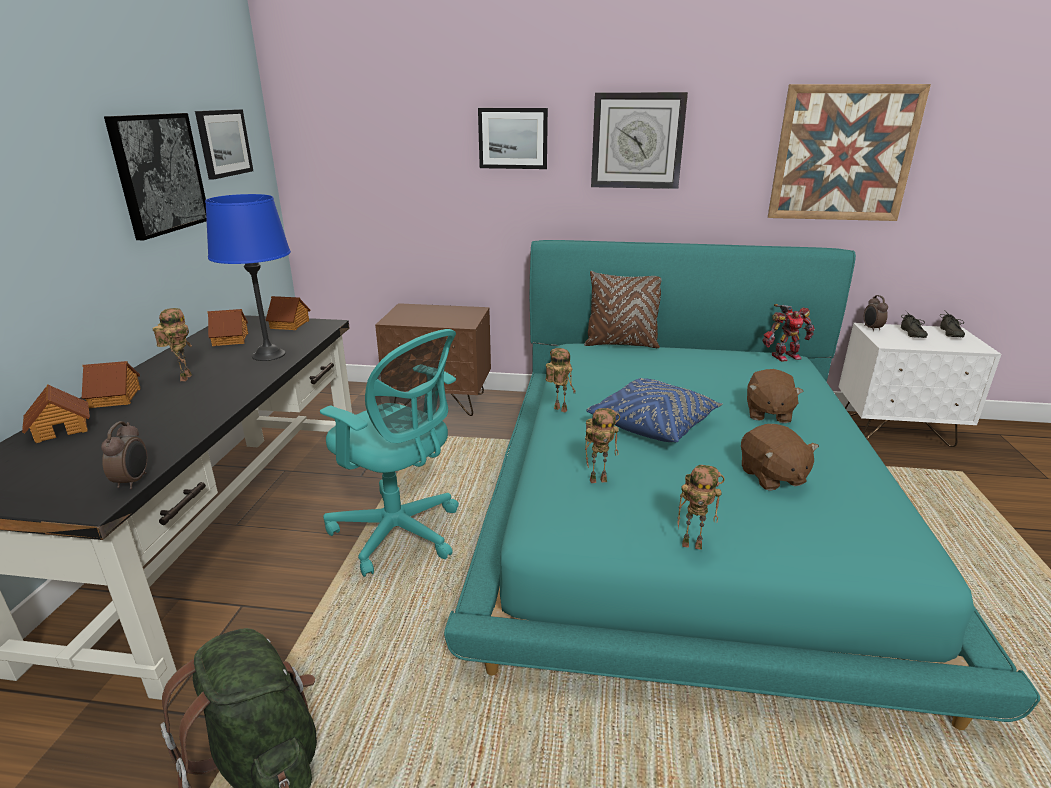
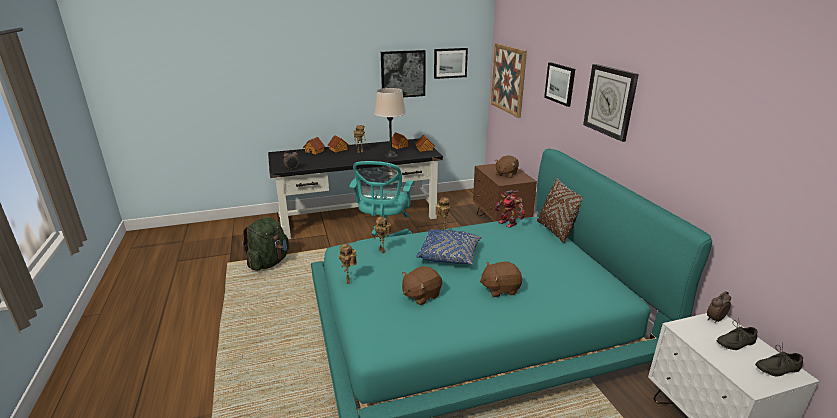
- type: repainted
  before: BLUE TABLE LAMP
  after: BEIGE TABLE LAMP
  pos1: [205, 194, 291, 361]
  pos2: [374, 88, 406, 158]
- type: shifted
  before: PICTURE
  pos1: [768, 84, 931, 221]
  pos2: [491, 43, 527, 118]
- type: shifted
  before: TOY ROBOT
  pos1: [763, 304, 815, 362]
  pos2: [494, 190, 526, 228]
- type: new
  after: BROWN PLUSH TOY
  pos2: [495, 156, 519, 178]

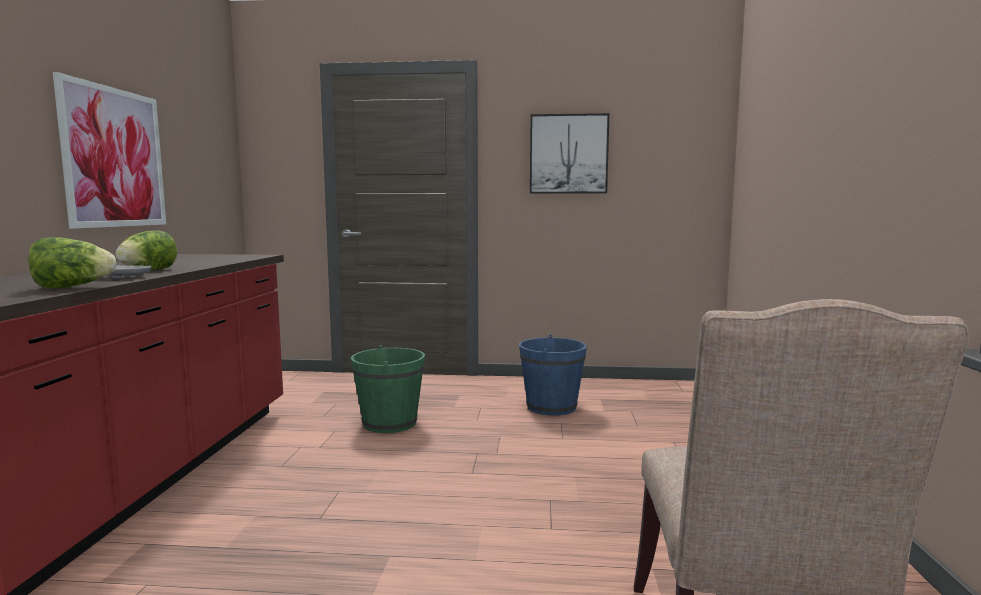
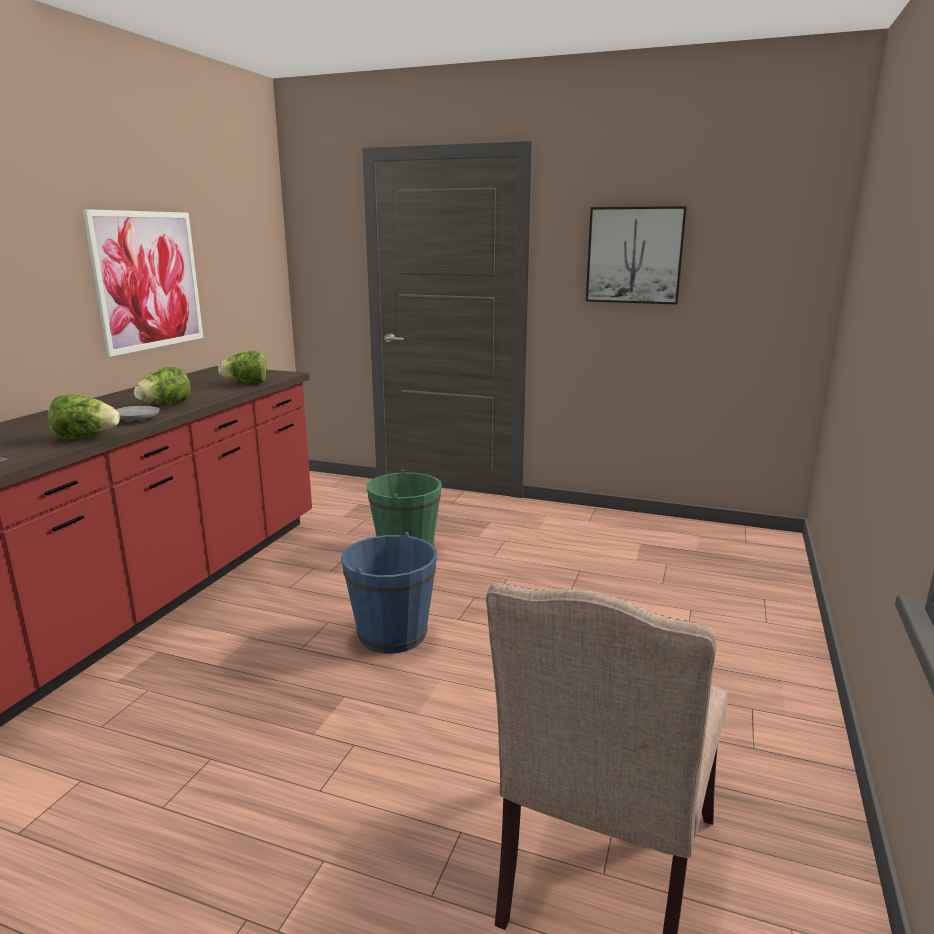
- type: new
  after: LETTUCE
  pos2: [218, 351, 267, 384]
- type: shifted
  before: BLUE BUCKET
  pos1: [519, 335, 587, 416]
  pos2: [341, 532, 437, 654]

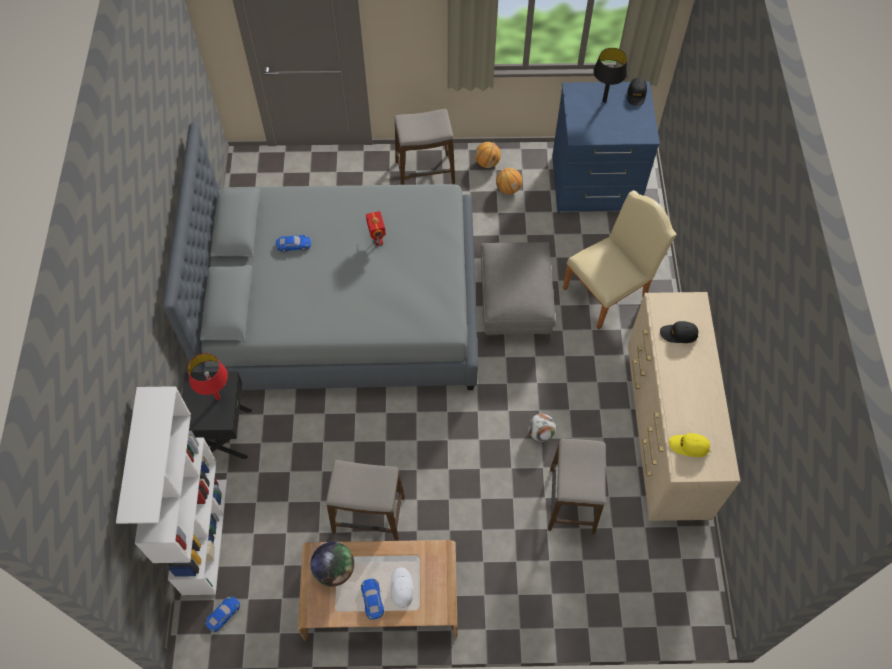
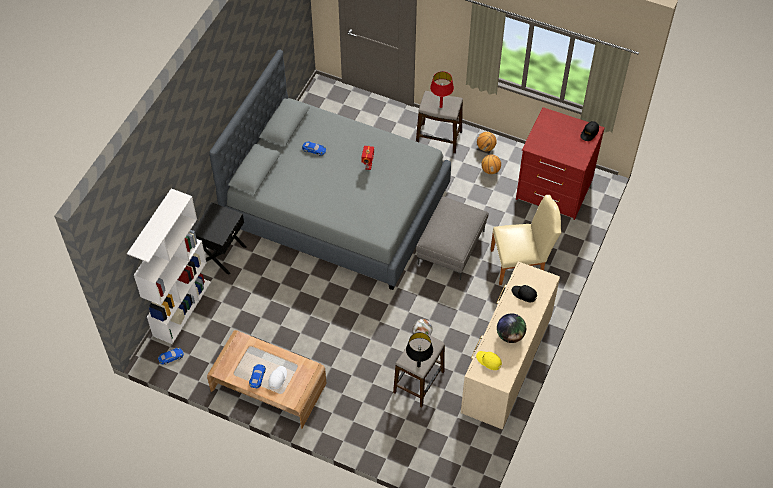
- type: shifted
  before: BLACK TABLE LAMP
  pos1: [593, 48, 627, 103]
  pos2: [406, 332, 433, 368]
- type: shifted
  before: RED TABLE LAMP
  pos1: [188, 353, 228, 400]
  pos2: [430, 71, 454, 108]
- type: shifted
  before: GLOBE
  pos1: [311, 542, 354, 586]
  pos2: [497, 313, 526, 343]
- type: repainted
  before: BLUE DRESSER
  after: RED DRESSER
  pos1: [552, 81, 660, 214]
  pos2: [516, 107, 605, 220]
- type: gone
  before: STOOL
  pos1: [326, 460, 405, 541]

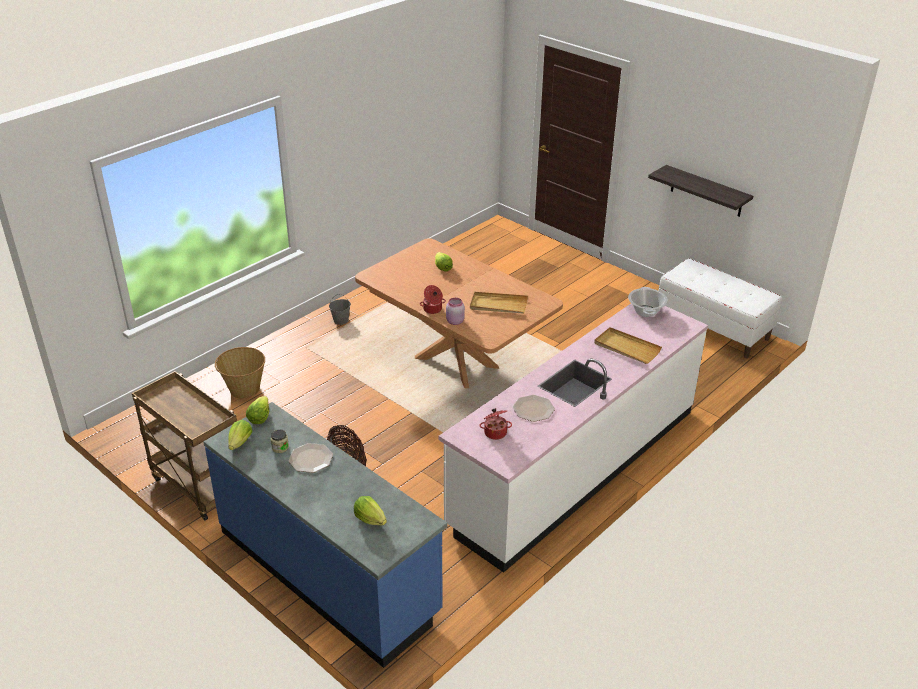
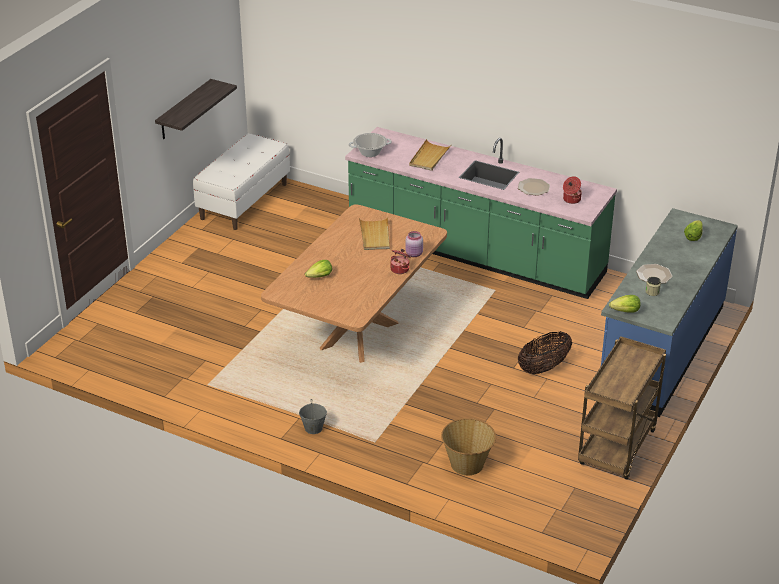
- type: repainted
  before: WHITE COUNTER
  after: GREEN COUNTER
  pos1: [439, 303, 708, 573]
  pos2: [345, 127, 617, 299]
- type: gone
  before: LETTUCE
  pos1: [228, 420, 253, 450]

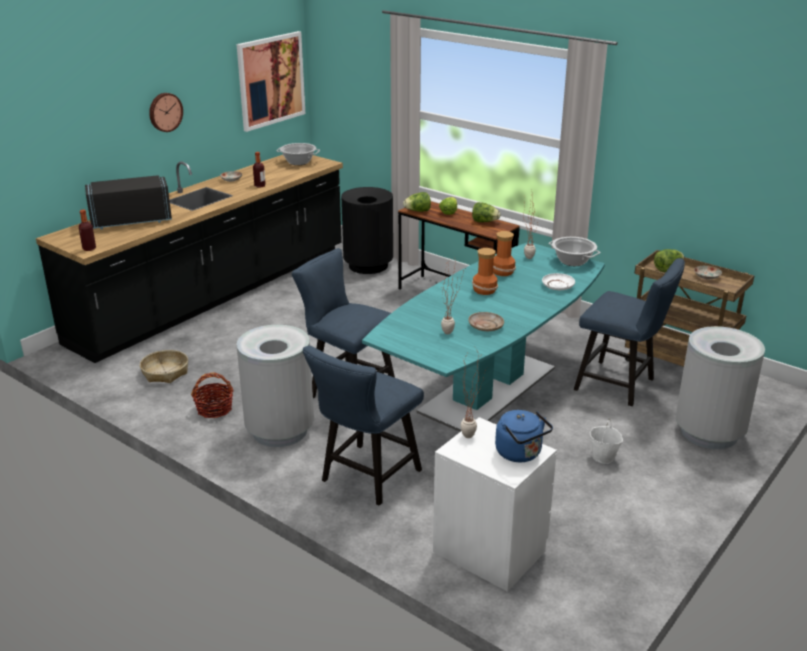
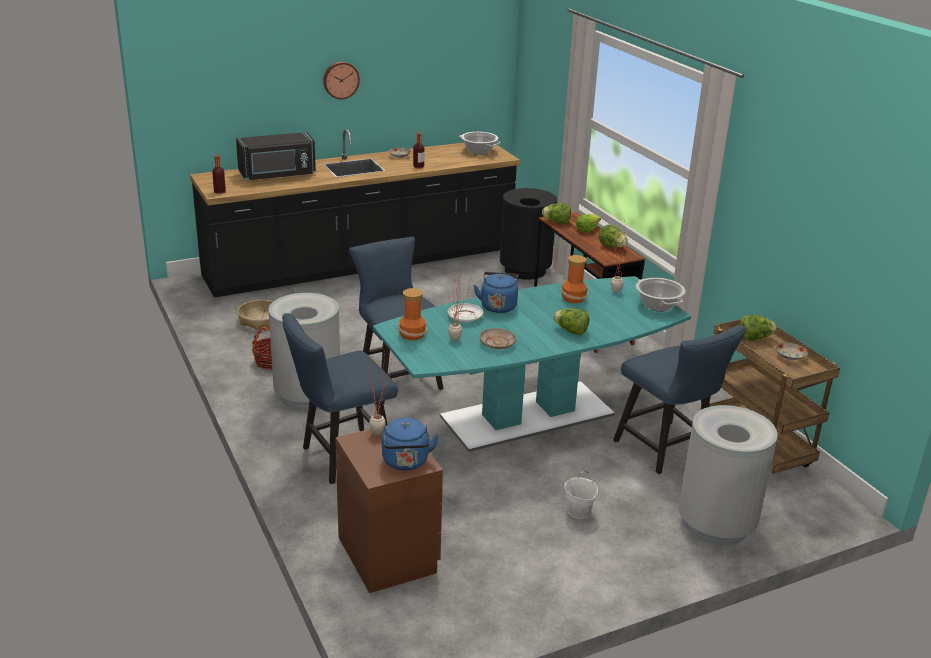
- type: rotated
  before: BLACK MICROWAVE
  pos1: [85, 175, 172, 230]
  pos2: [236, 132, 316, 180]
  turn: 150
- type: repainted
  before: WHITE NIGHTSTAND
  after: BROWN NIGHTSTAND
  pos1: [433, 417, 557, 592]
  pos2: [335, 425, 443, 593]
- type: shifted
  before: VASE
  pos1: [472, 248, 498, 295]
  pos2: [398, 288, 427, 340]
- type: shifted
  before: WHITE PLATE
  pos1: [542, 273, 575, 290]
  pos2: [448, 303, 483, 323]
- type: new
  after: BLUE KETTLE
  pos2: [473, 272, 518, 313]
- type: new
  after: LETTUCE
  pos2: [553, 308, 590, 335]
- type: gone
  before: PICTURE
  pos1: [236, 31, 305, 132]

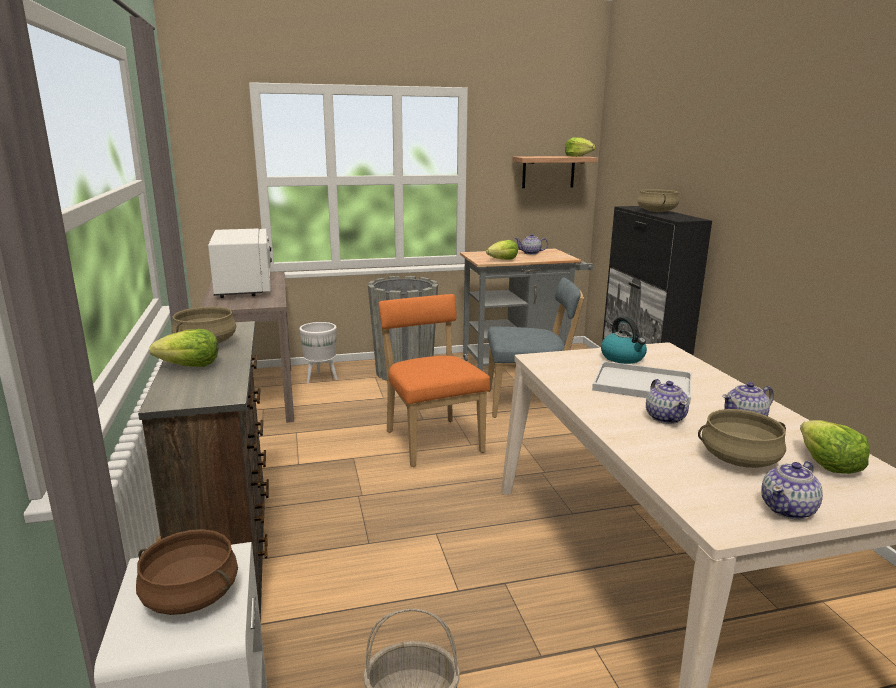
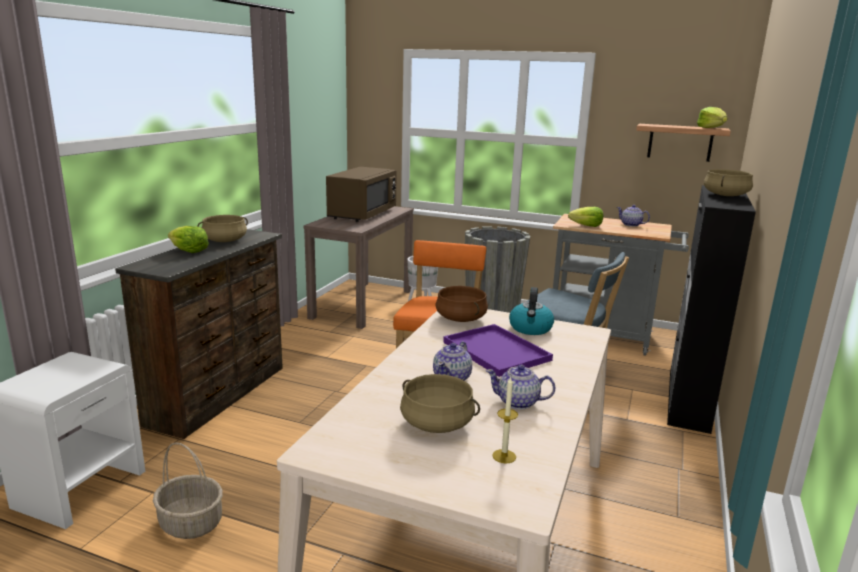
- type: repainted
  before: WHITE MICROWAVE
  after: BROWN MICROWAVE
  pos1: [208, 229, 272, 298]
  pos2: [326, 167, 397, 222]
- type: shifted
  before: BROWN COOKING POT
  pos1: [136, 529, 238, 615]
  pos2: [435, 286, 488, 322]
- type: repainted
  before: WHITE TRAY
  after: PURPLE TRAY
  pos1: [592, 361, 692, 404]
  pos2: [443, 324, 553, 377]
- type: swapped
  before: LETTUCE
  after: CANDLE
  pos1: [800, 420, 870, 474]
  pos2: [492, 376, 518, 463]
- type: gone
  before: TEAPOT
  pos1: [762, 461, 823, 520]

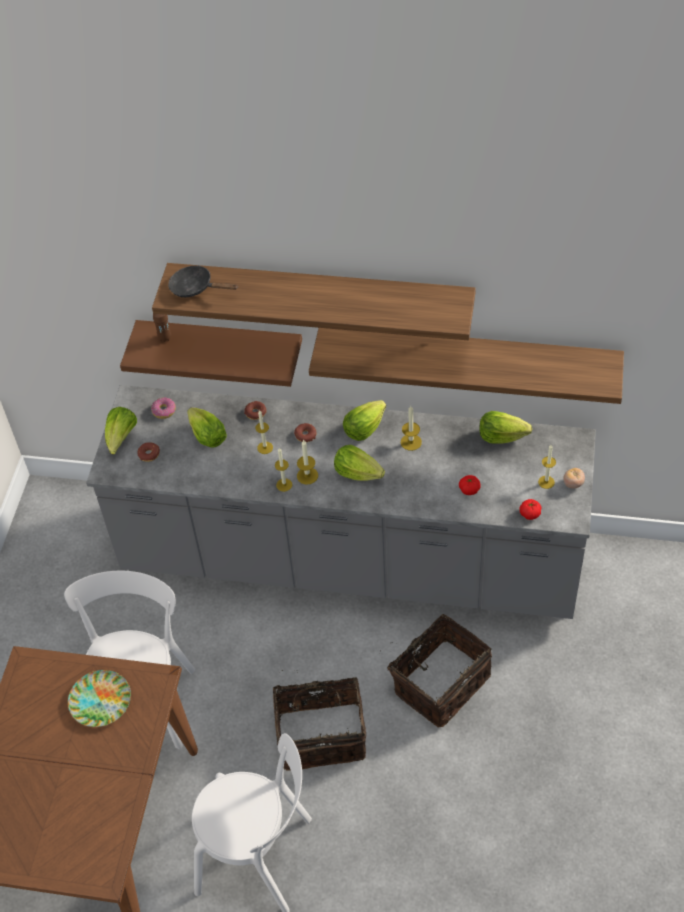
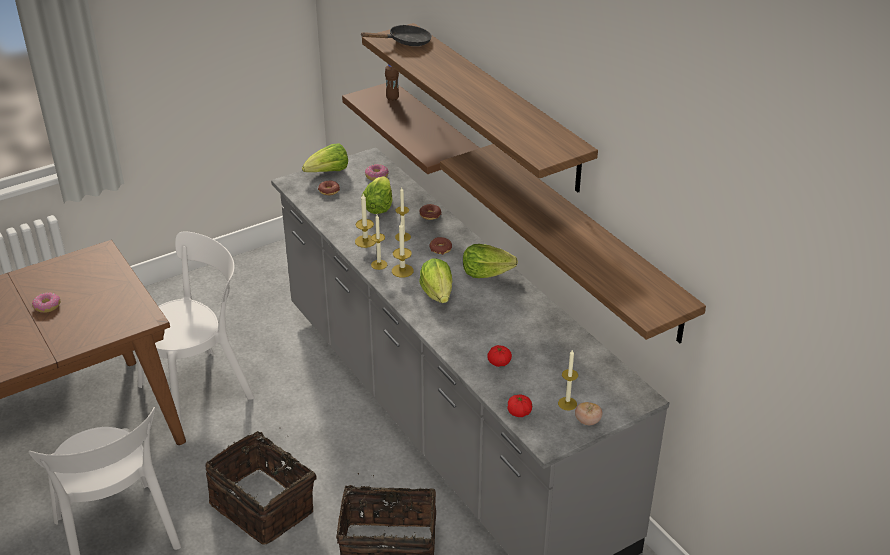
- type: new
  after: DONUT
  pos2: [32, 292, 61, 313]
- type: shifted
  before: CANDLE
  pos1: [401, 406, 422, 451]
  pos2: [355, 194, 376, 248]
- type: rotated
  before: BLACK FRYING PAN
  pos1: [168, 265, 238, 297]
  pos2: [360, 25, 432, 46]
  turn: 90
- type: gone
  before: PLATE
  pos1: [68, 670, 131, 727]
- type: gone
  before: LETTUCE
  pos1: [479, 411, 532, 444]

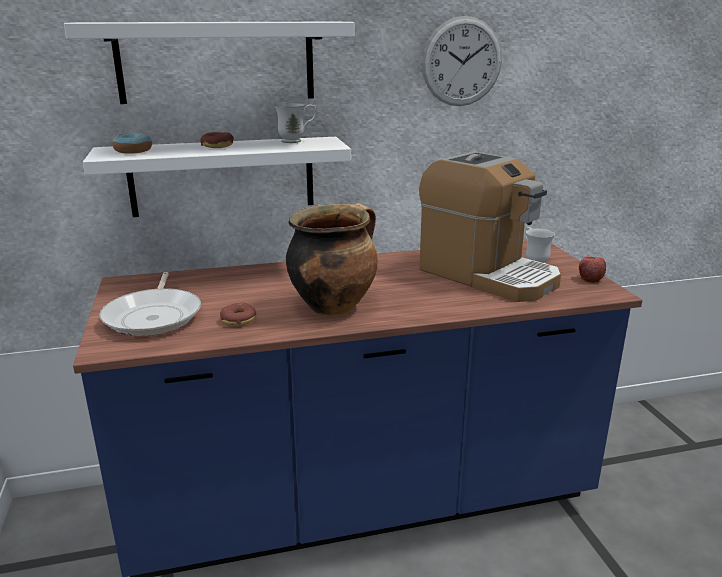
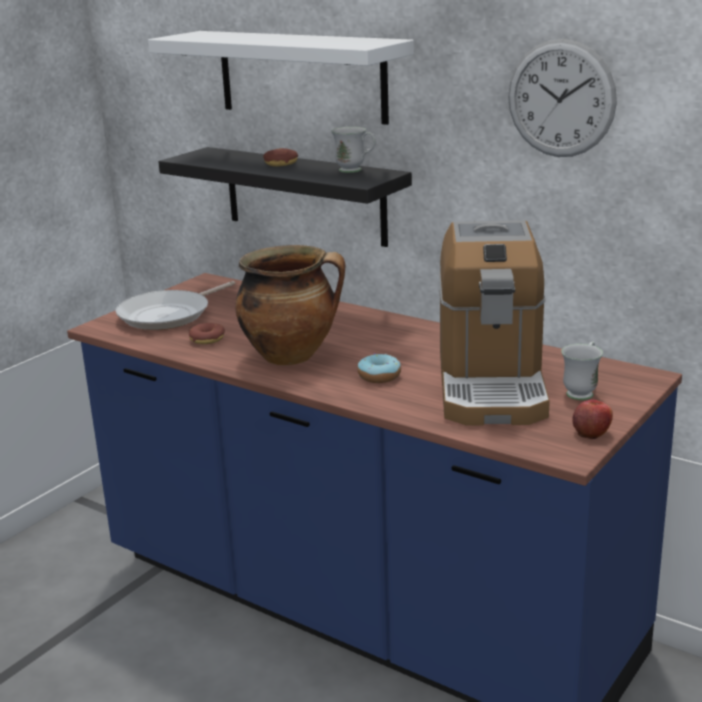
- type: repainted
  before: WHITE SHELF
  after: BLACK SHELF
  pos1: [83, 137, 351, 217]
  pos2: [158, 147, 412, 247]
- type: shifted
  before: DONUT
  pos1: [112, 133, 152, 154]
  pos2: [357, 354, 401, 383]

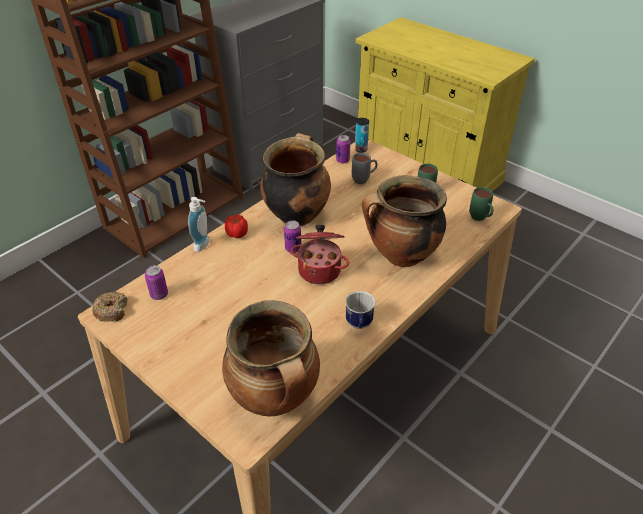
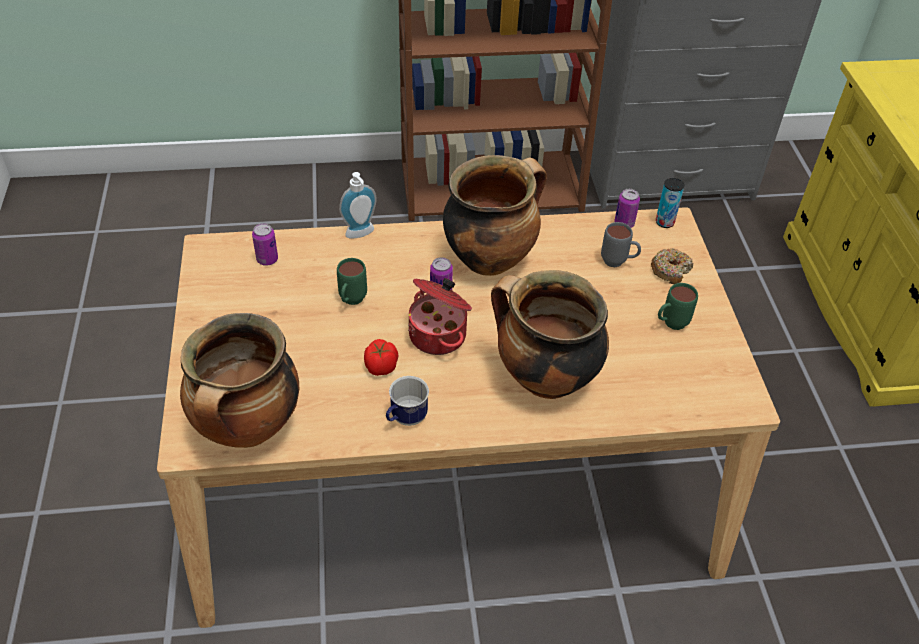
- type: shifted
  before: GREEN MUG
  pos1: [469, 187, 493, 221]
  pos2: [337, 258, 367, 305]
- type: shifted
  before: TOMATO
  pos1: [225, 215, 248, 238]
  pos2: [364, 339, 399, 376]
- type: shifted
  before: DONUT
  pos1: [92, 292, 128, 321]
  pos2: [651, 248, 693, 284]

